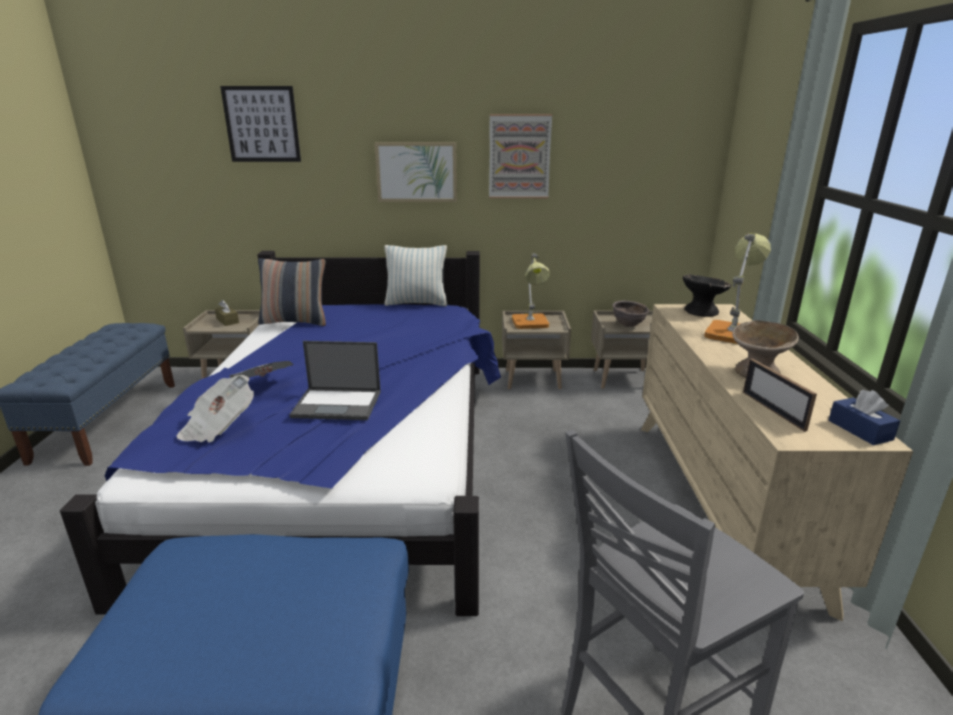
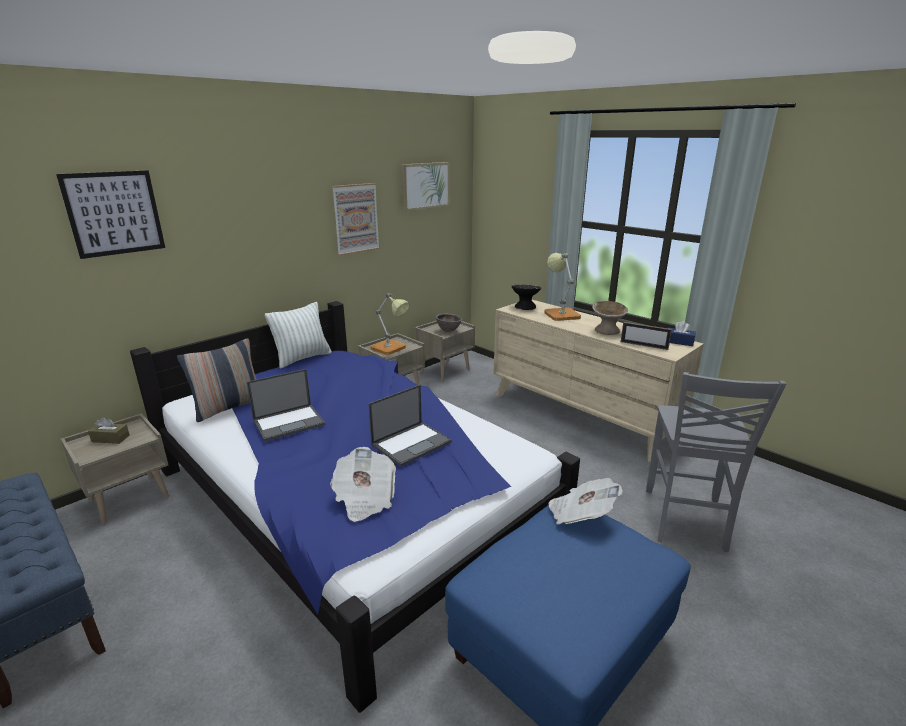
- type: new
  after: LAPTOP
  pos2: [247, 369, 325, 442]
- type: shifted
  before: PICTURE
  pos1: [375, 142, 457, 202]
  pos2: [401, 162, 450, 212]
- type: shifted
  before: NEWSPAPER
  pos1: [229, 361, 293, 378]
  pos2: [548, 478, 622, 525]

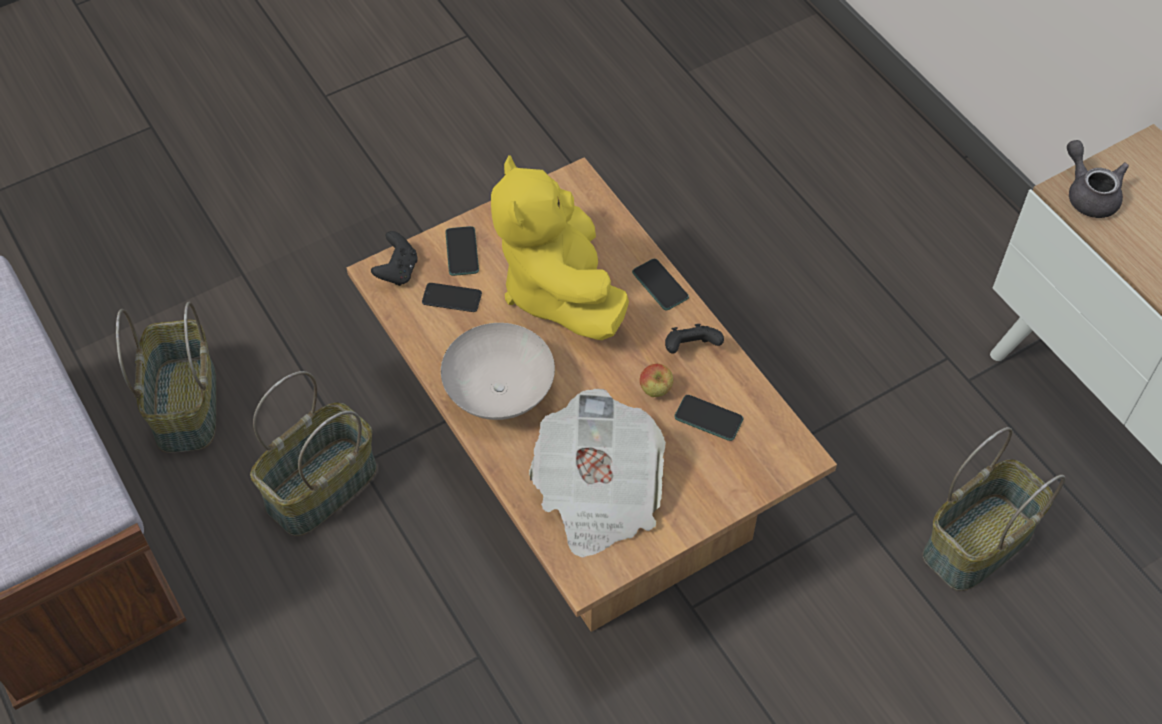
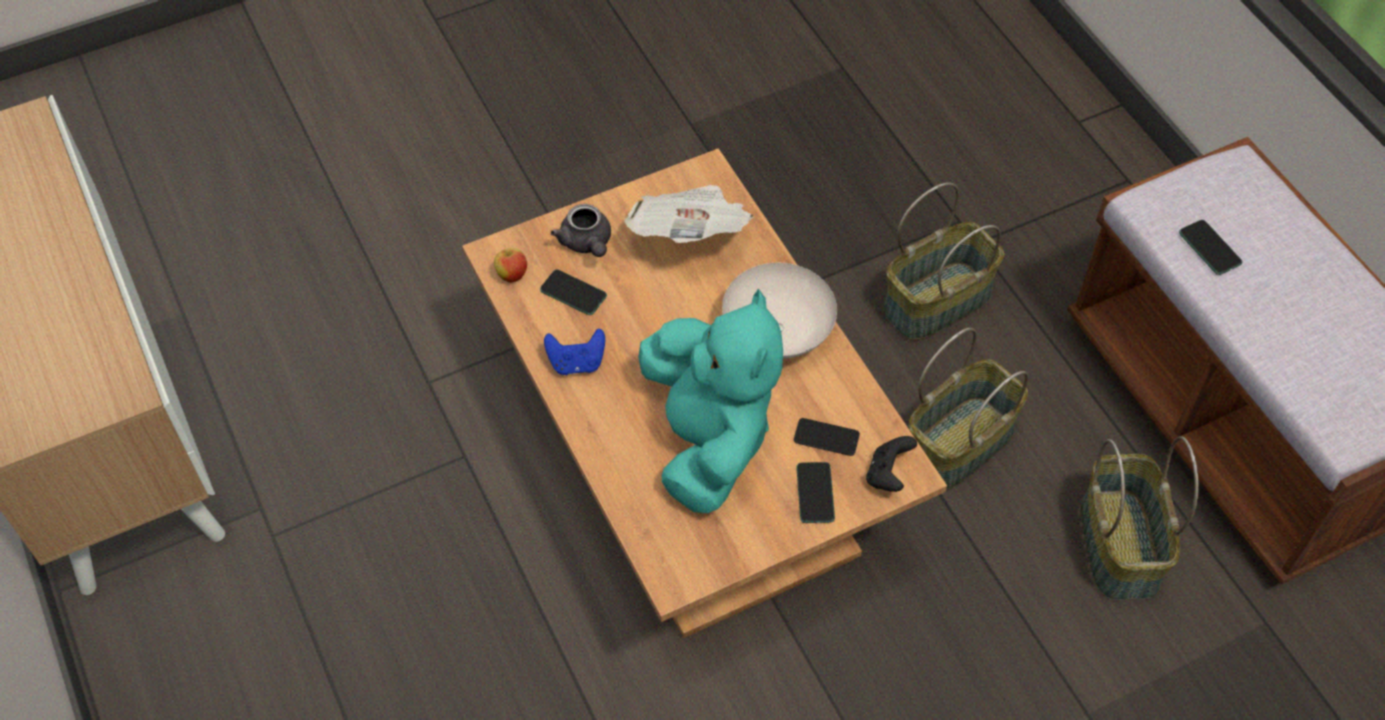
- type: shifted
  before: APPLE
  pos1: [640, 364, 673, 397]
  pos2: [494, 245, 527, 283]
- type: repainted
  before: BLACK GAME CONTROLLER
  after: BLUE GAME CONTROLLER
  pos1: [665, 324, 724, 354]
  pos2: [544, 328, 605, 375]
- type: shifted
  before: GREY TEAPOT
  pos1: [1067, 140, 1129, 218]
  pos2: [551, 204, 611, 257]
- type: repainted
  before: YELLOW PLUSH TOY
  after: TURQUOISE PLUSH TOY
  pos1: [491, 155, 629, 340]
  pos2: [638, 289, 783, 513]
- type: shifted
  before: BASKET
  pos1: [923, 427, 1065, 591]
  pos2: [883, 183, 1004, 341]
- type: shifted
  before: PHONE
  pos1: [632, 259, 689, 310]
  pos2: [1179, 220, 1242, 275]

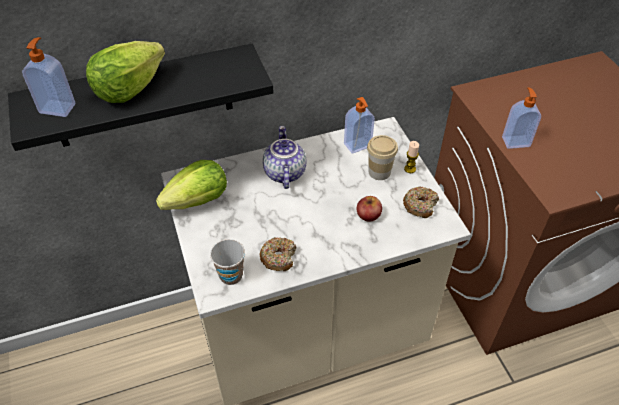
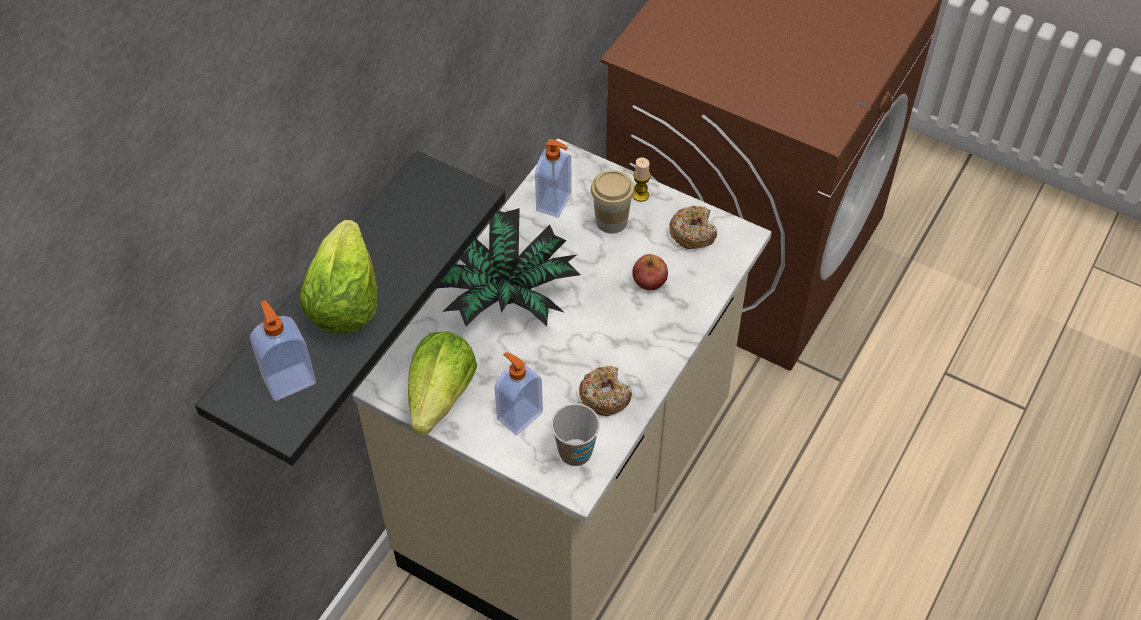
- type: swapped
  before: TEAPOT
  after: POTTED PLANT
  pos1: [263, 126, 306, 189]
  pos2: [436, 208, 581, 326]
- type: shifted
  before: SOAP DISPENSER
  pos1: [502, 88, 541, 149]
  pos2: [495, 352, 543, 435]

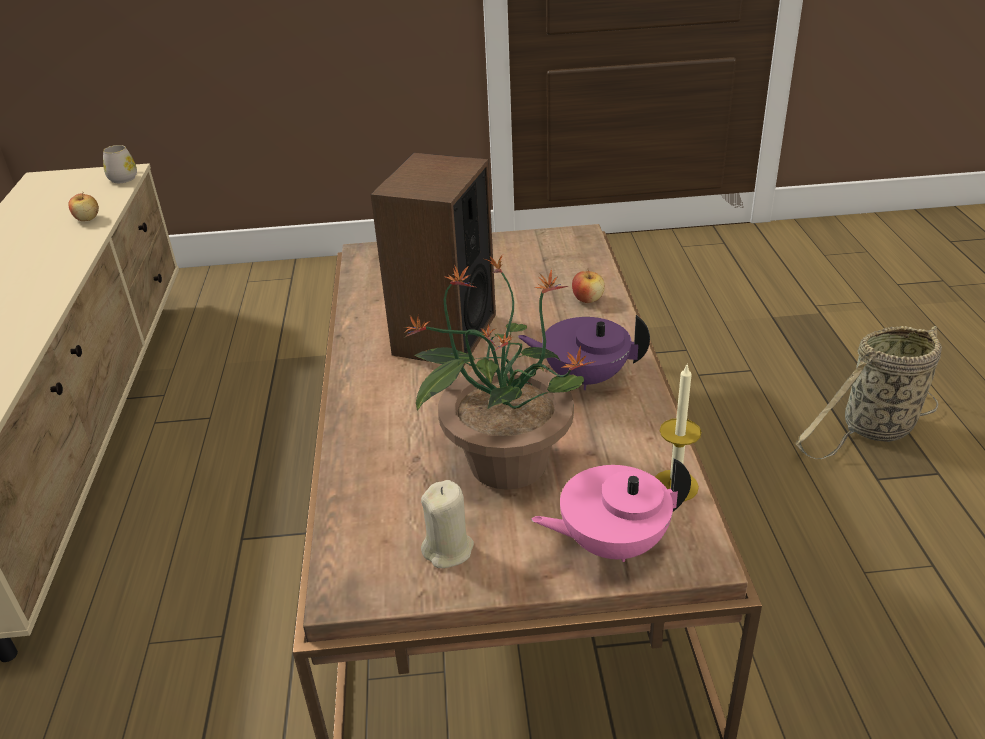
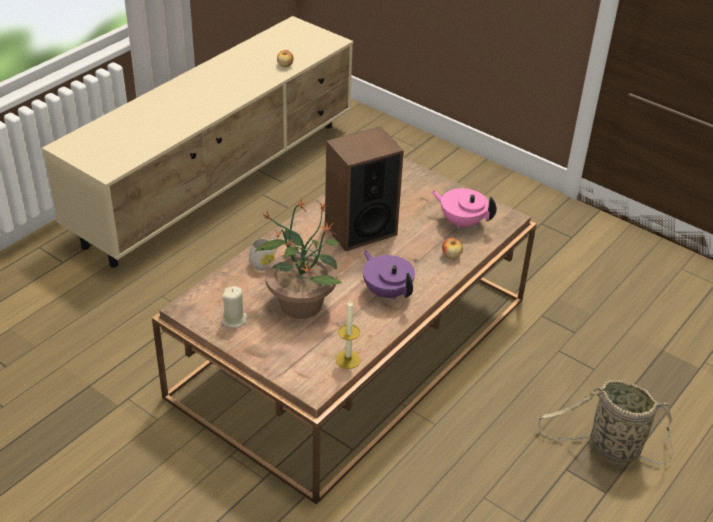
- type: shifted
  before: WHITE MUG
  pos1: [103, 145, 137, 183]
  pos2: [249, 238, 277, 271]
- type: shifted
  before: PINK TEAPOT
  pos1: [531, 459, 691, 562]
  pos2: [431, 188, 497, 229]

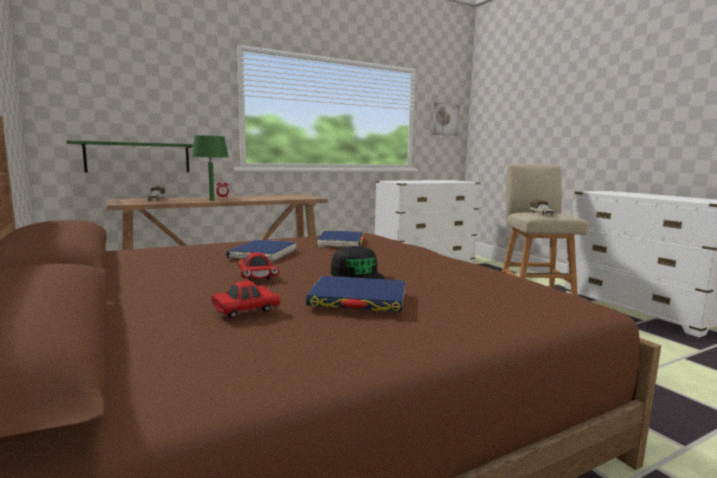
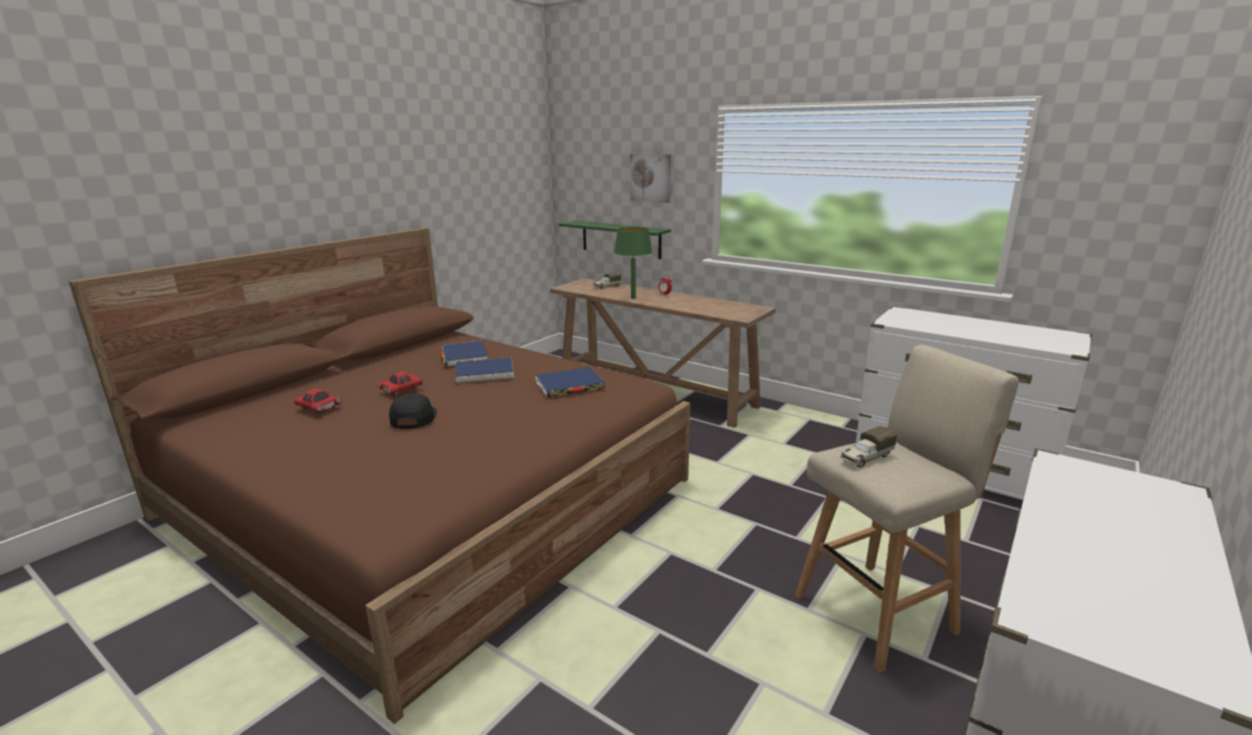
- type: rotated
  before: BLACK CAP
  pos1: [331, 246, 385, 279]
  pos2: [389, 394, 437, 429]
  turn: 135
- type: shifted
  before: BLUE BOOK
  pos1: [306, 276, 405, 312]
  pos2: [441, 341, 487, 367]
- type: shifted
  before: PICTURE
  pos1: [432, 102, 460, 136]
  pos2: [630, 153, 671, 203]

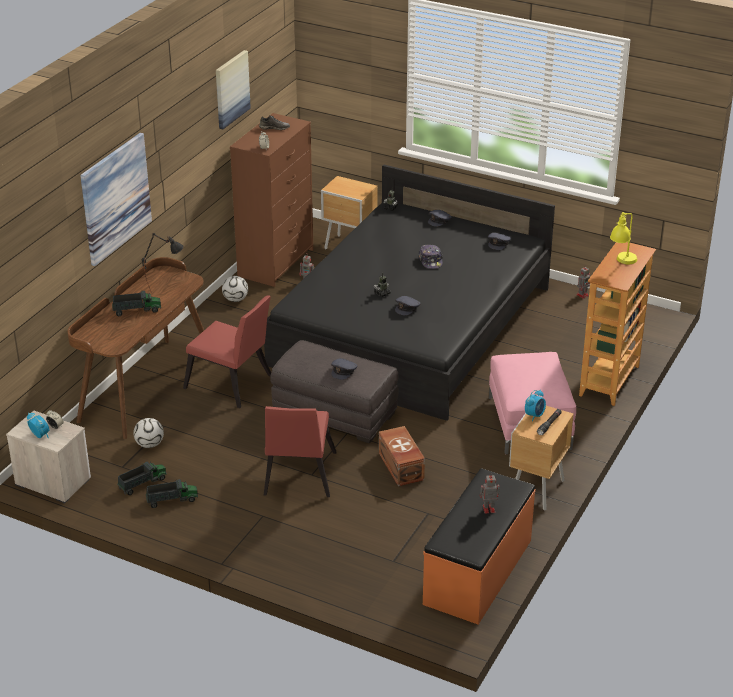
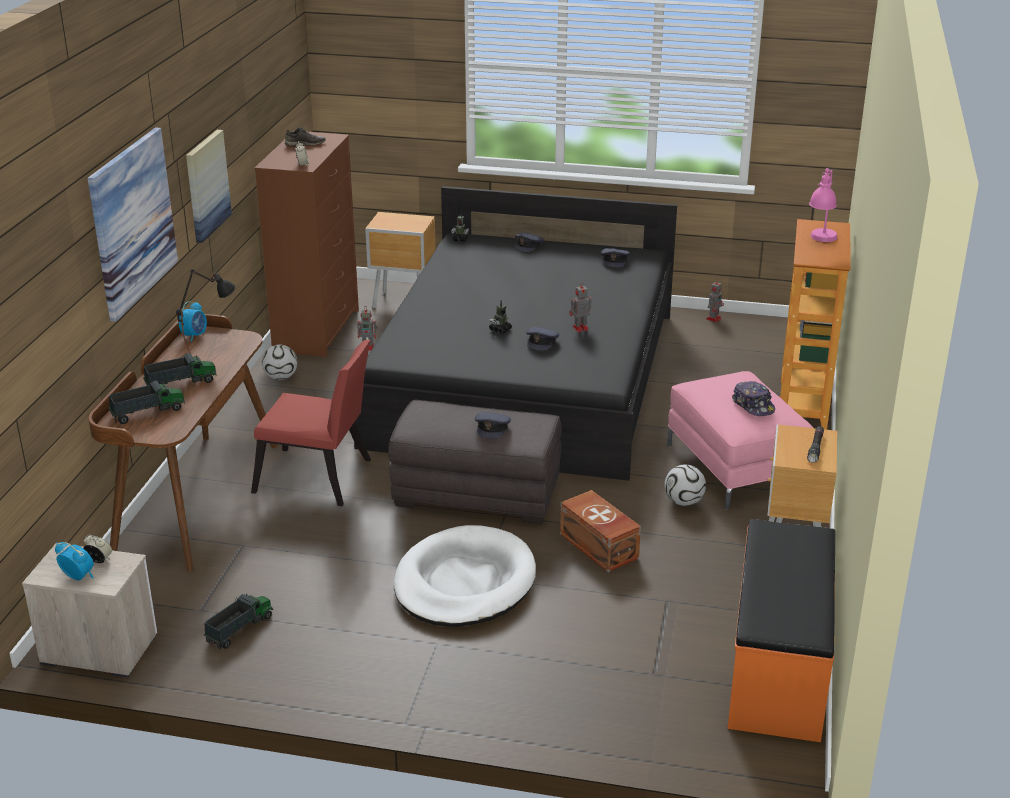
- type: shifted
  before: TOY TRUCK
  pos1: [146, 479, 198, 508]
  pos2: [108, 380, 185, 424]
- type: shifted
  before: ALARM CLOCK
  pos1: [525, 390, 546, 421]
  pos2: [179, 301, 207, 342]
- type: shifted
  before: PICTURE
  pos1: [216, 50, 251, 129]
  pos2: [186, 130, 232, 243]
- type: swapped
  before: RED CHAIR
  after: WHITE DOG BED
  pos1: [264, 406, 336, 497]
  pos2: [394, 525, 536, 627]
- type: shifted
  before: TOY ROBOT
  pos1: [480, 473, 500, 513]
  pos2: [569, 282, 591, 332]
- type: shifted
  before: FOOTBALL
  pos1: [133, 418, 164, 448]
  pos2: [664, 465, 706, 506]
- type: shifted
  before: CAP
  pos1: [419, 245, 443, 269]
  pos2: [732, 381, 775, 416]
- type: repainted
  before: YELLOW TABLE LAMP
  after: PINK TABLE LAMP
  pos1: [610, 212, 637, 264]
  pos2: [809, 168, 838, 242]

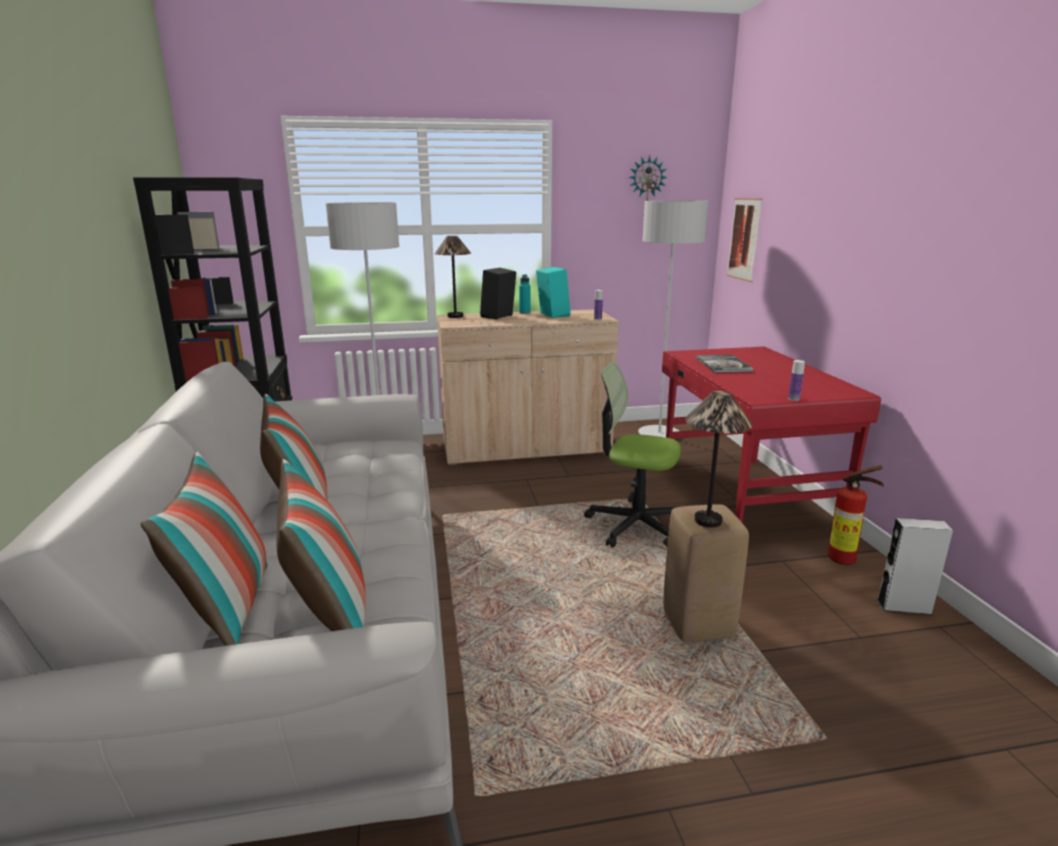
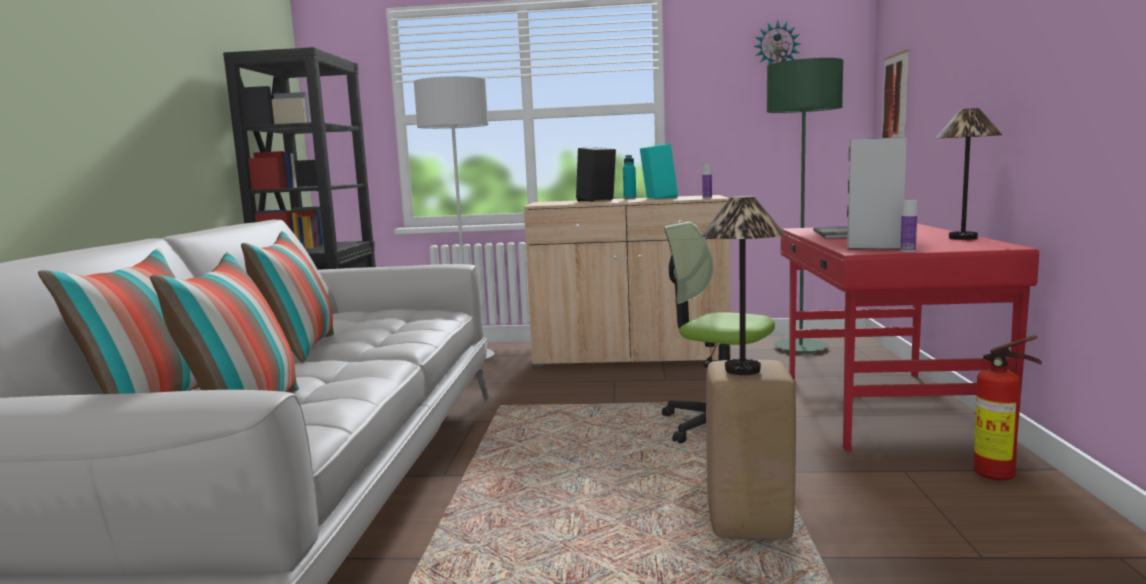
- type: repainted
  before: GREY FLOOR LAMP
  after: GREEN FLOOR LAMP
  pos1: [638, 200, 708, 437]
  pos2: [767, 58, 843, 353]
- type: shifted
  before: GREY SPEAKER
  pos1: [877, 518, 953, 615]
  pos2: [847, 137, 907, 249]
- type: shifted
  before: TABLE LAMP
  pos1: [435, 236, 471, 318]
  pos2: [936, 108, 1002, 240]

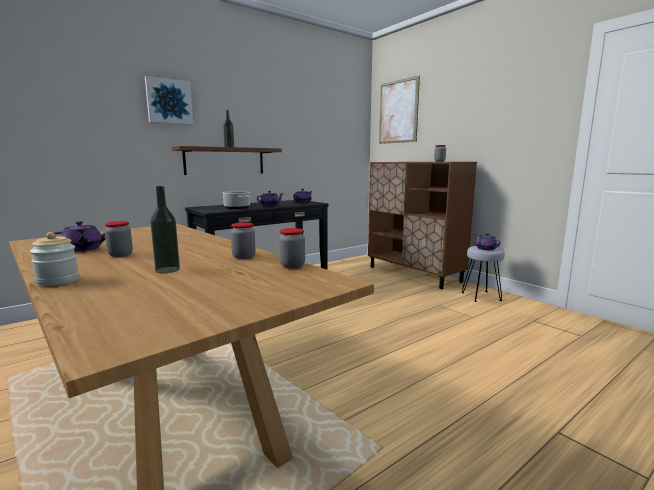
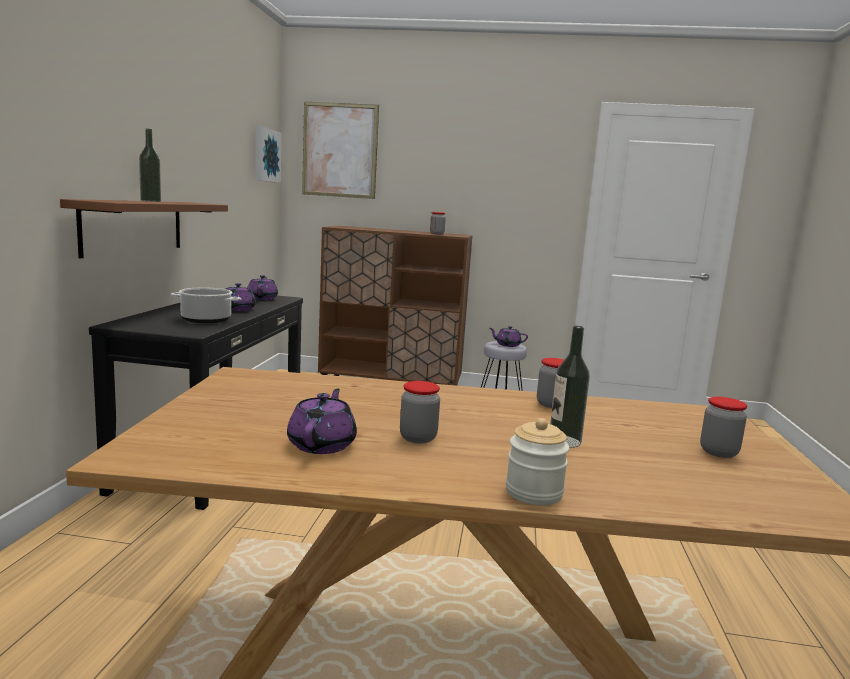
- type: shifted
  before: PICTURE
  pos1: [145, 76, 193, 125]
  pos2: [255, 126, 281, 183]
- type: shifted
  before: JAR
  pos1: [279, 228, 305, 268]
  pos2: [700, 396, 747, 458]

